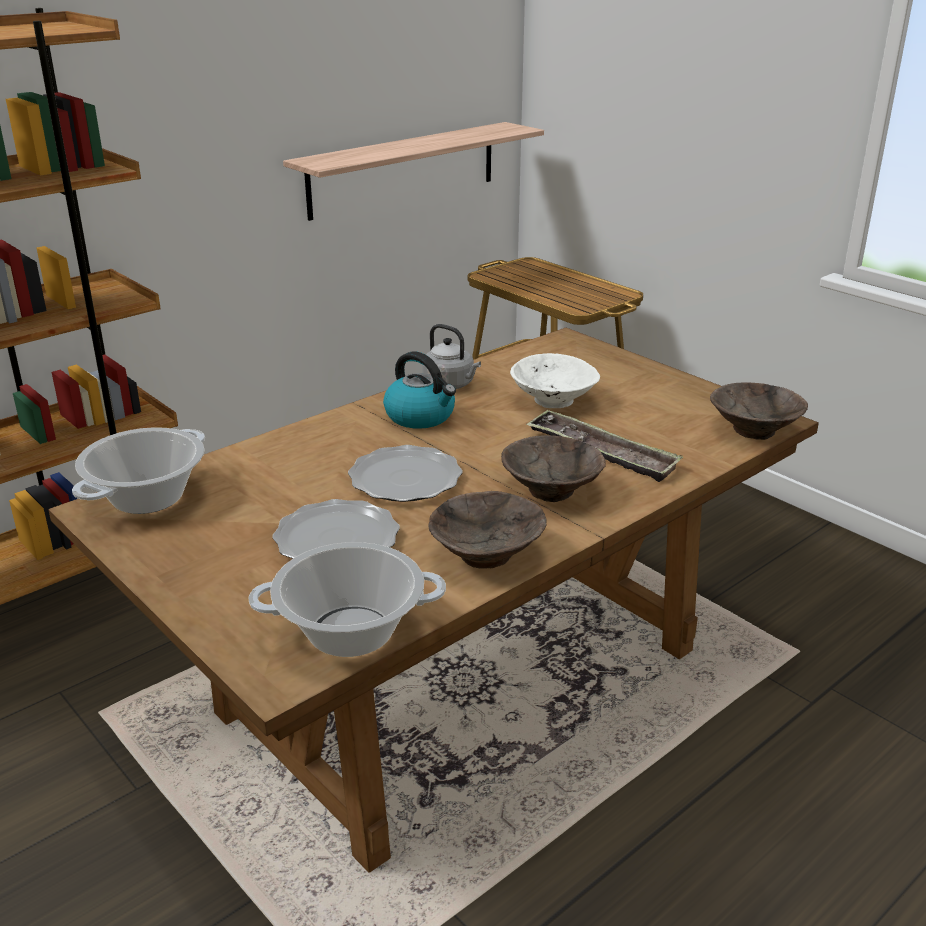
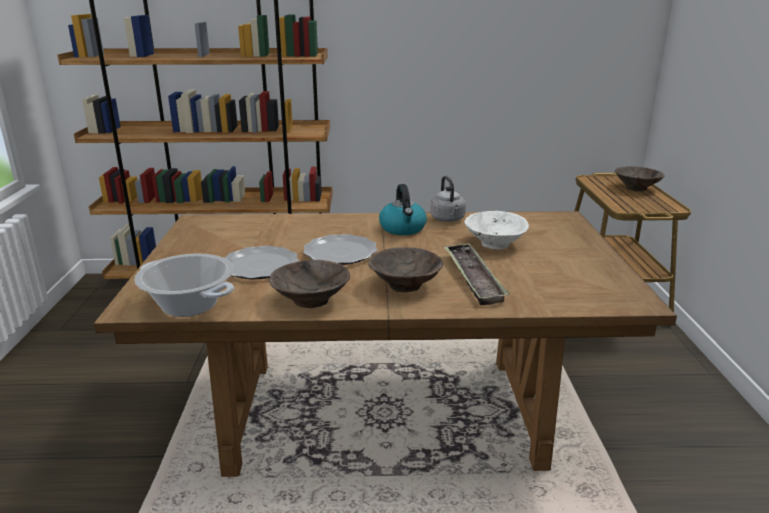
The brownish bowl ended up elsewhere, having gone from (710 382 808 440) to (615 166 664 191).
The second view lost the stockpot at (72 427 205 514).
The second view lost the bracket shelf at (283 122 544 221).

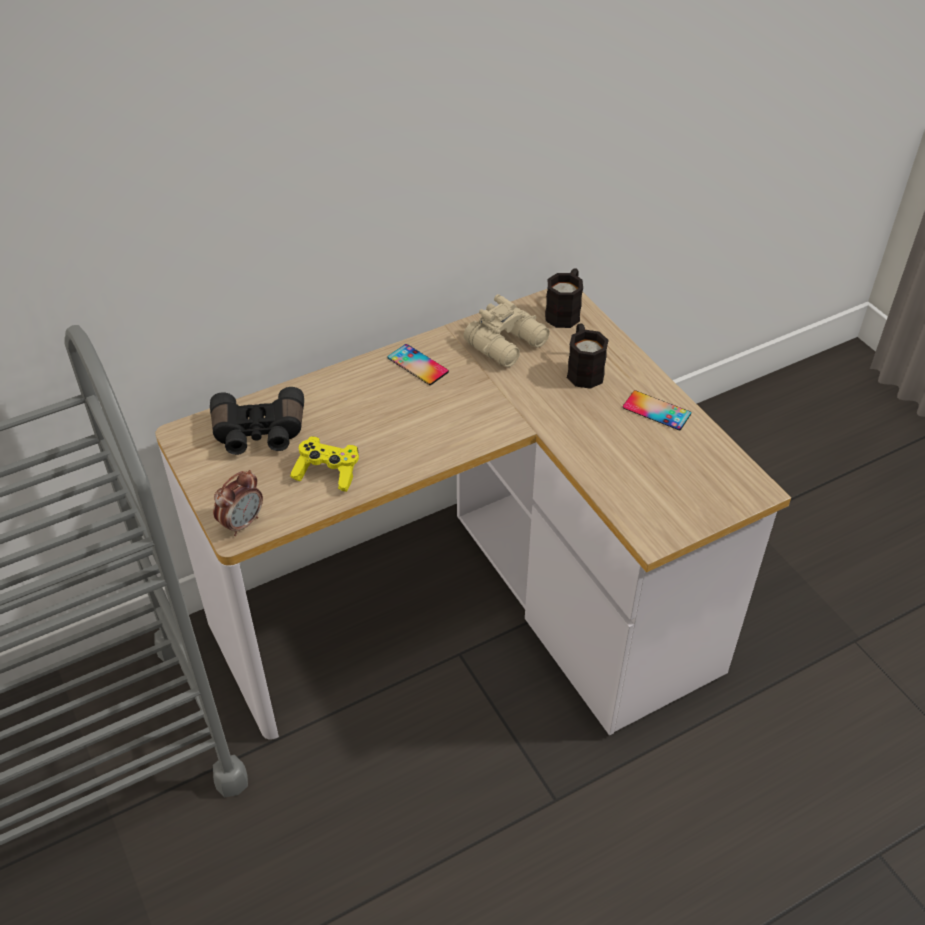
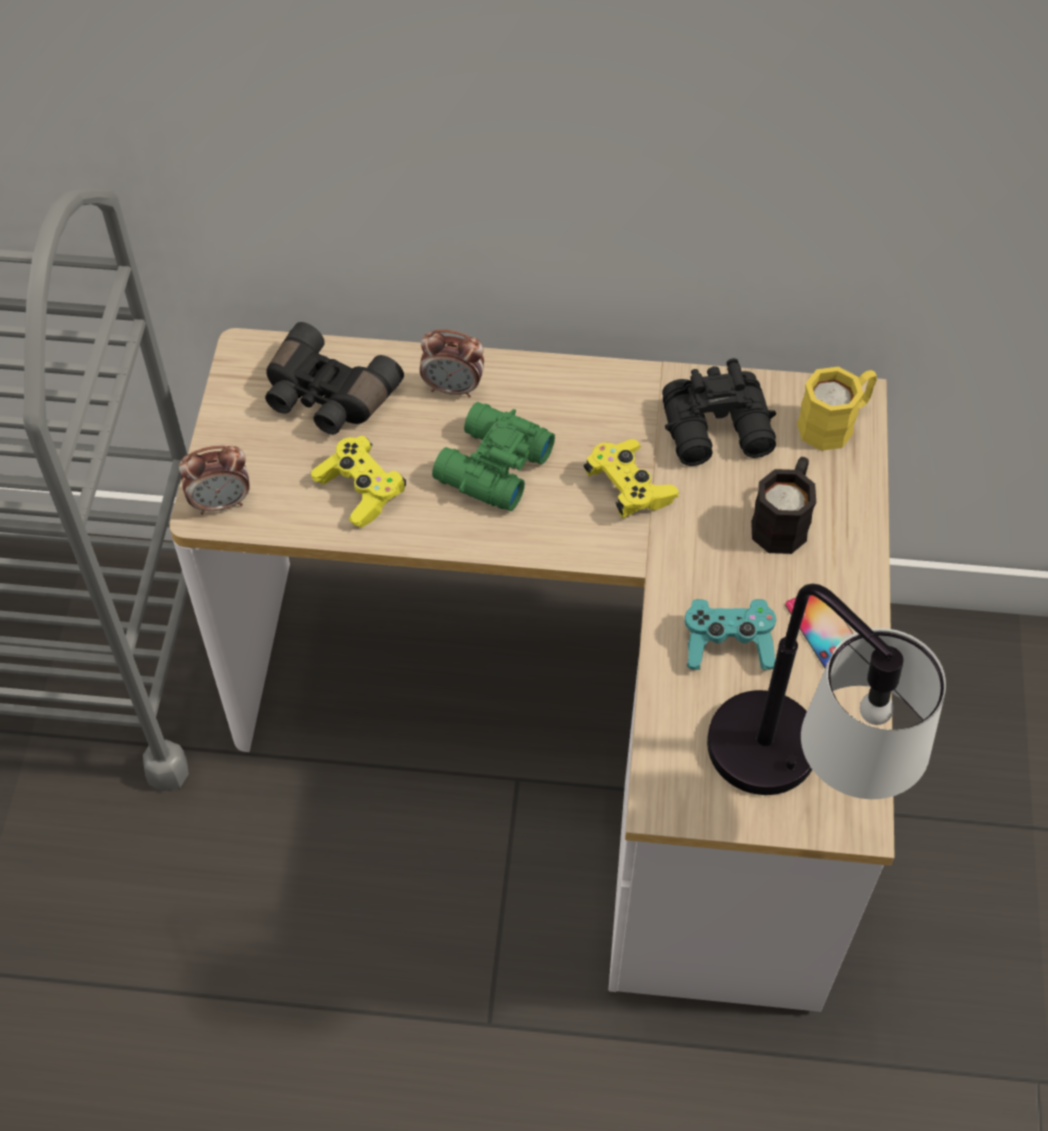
The second view gained the table clock at (420 330 484 398).
The second view gained the green binoculars at (432 402 555 511).
The second view gained the yellowish game controller at (584 439 679 519).
What was the beige-coloured binoculars at (464 294 550 367) turned into the blackish binoculars at (662 358 776 466).
The second view gained the turquoise-coloured game controller at (685 599 776 670).
The second view gained the table lamp at (707 584 946 799).
What was the blackish coffee mug at (545 268 583 328) turned into the yellowish coffee mug at (797 367 877 451).
The second view lost the telephone at (388 344 449 385).

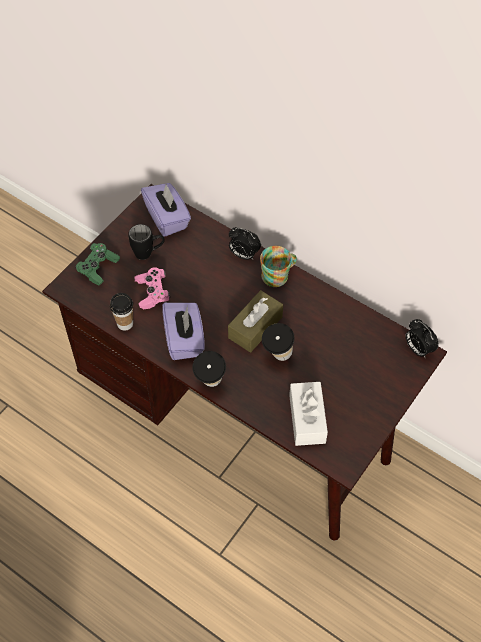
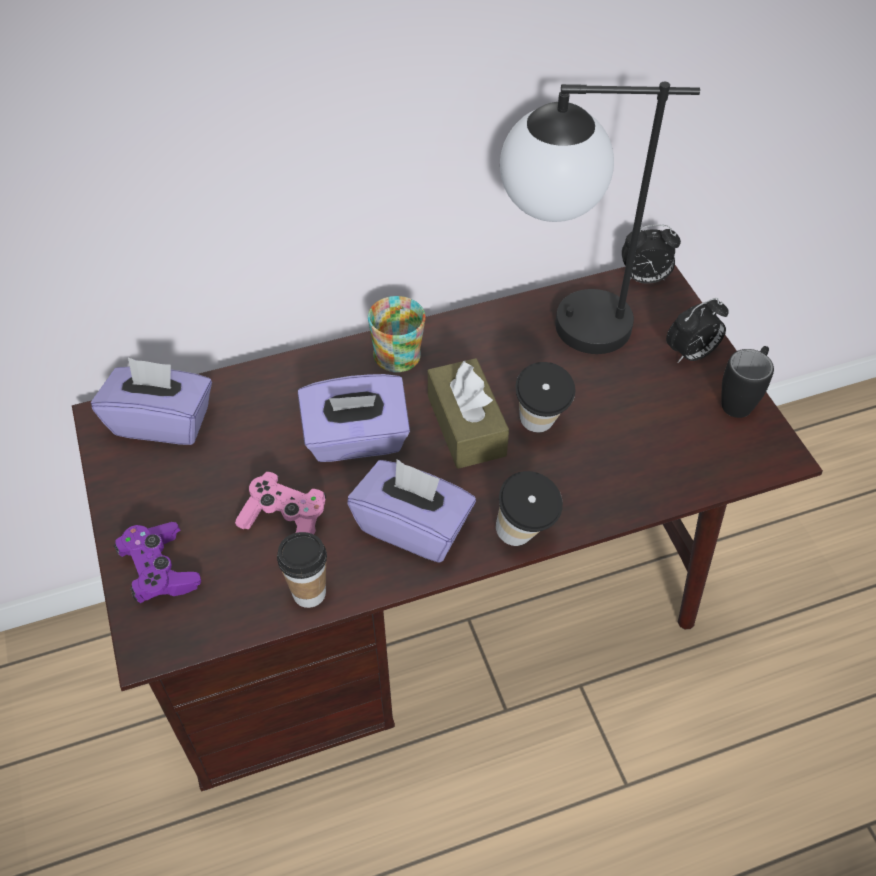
What was the green game controller at (75 243 120 285) turned into the purple-coloured game controller at (114 522 201 603).
The second view gained the purple-coloured box of tissues at (298 374 410 462).
The second view gained the table lamp at (500 82 700 354).
The table clock ended up elsewhere, having gone from (229 227 261 260) to (666 298 729 363).
The blackish coffee mug ended up elsewhere, having gone from (128 224 165 260) to (721 346 774 418).
The second view lost the whitish box of tissues at (289 382 328 446).

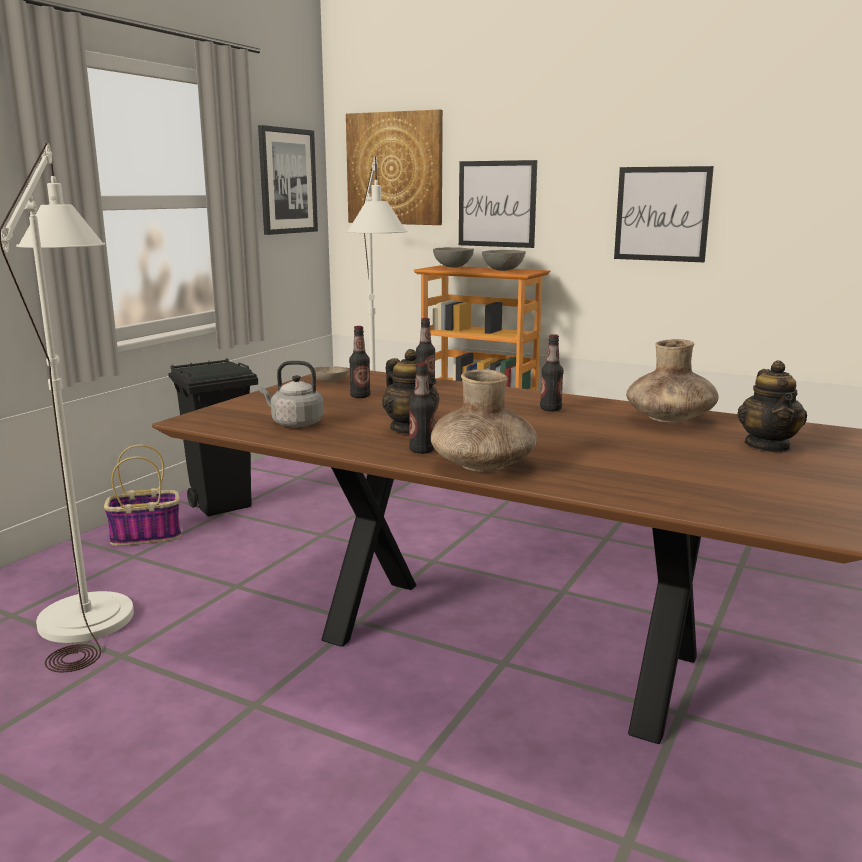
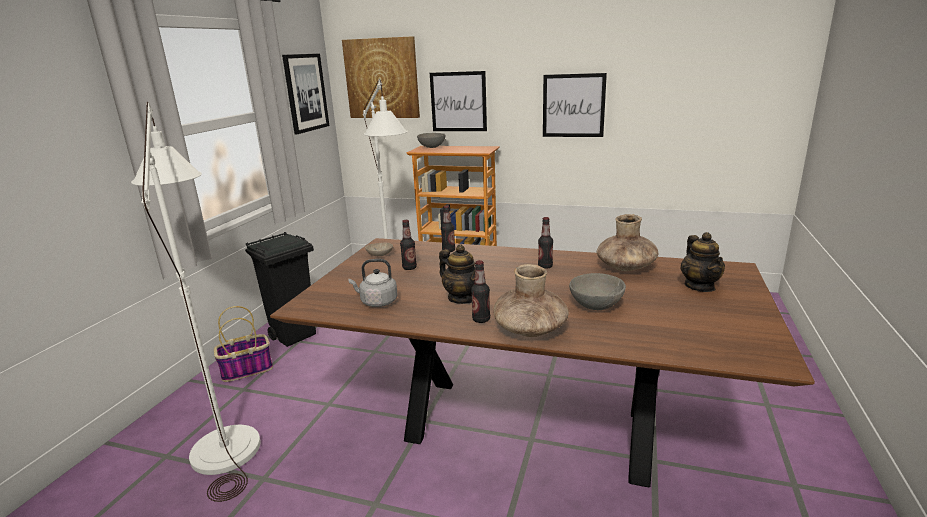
The grey bowl ended up elsewhere, having gone from (482 250 526 271) to (569 273 626 310).

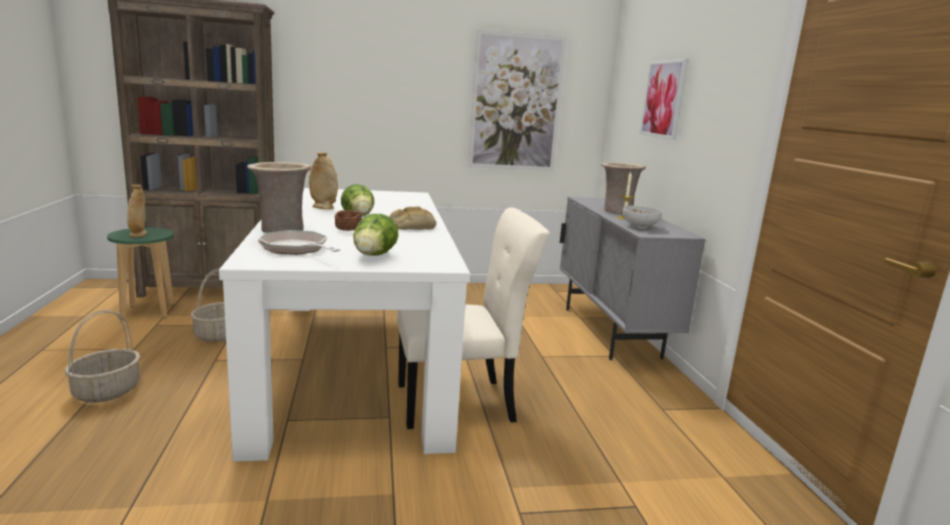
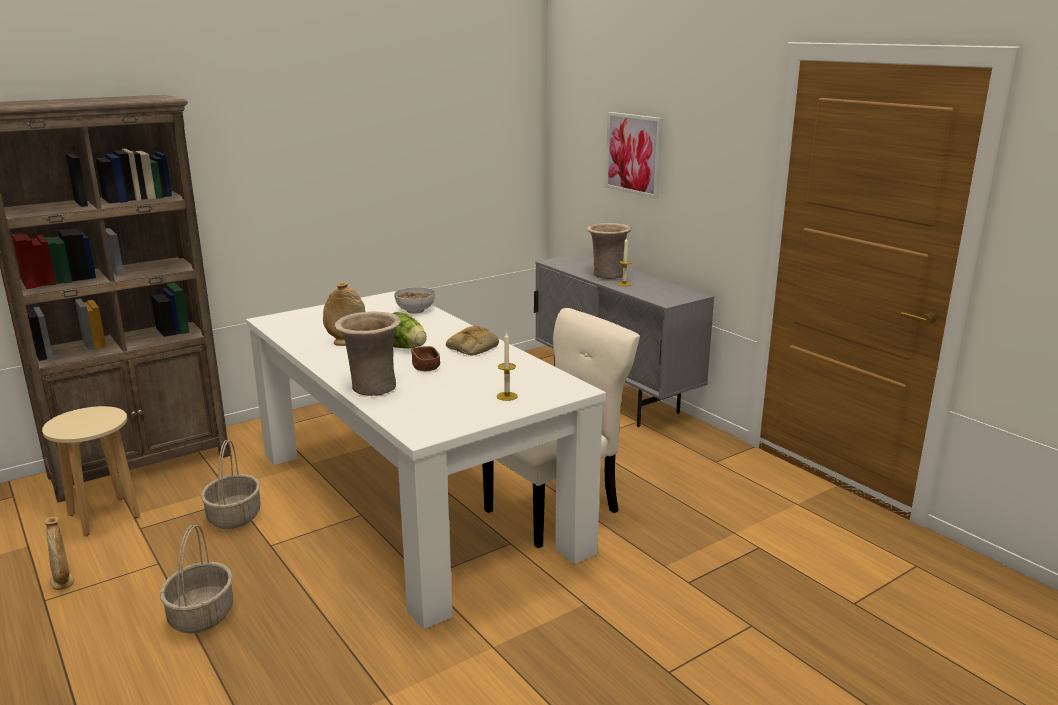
What was the green sitting stool at (107 228 174 320) turned into the beige-coloured sitting stool at (42 406 140 536).
The beige-coloured vase ended up elsewhere, having gone from (127 184 148 237) to (44 517 74 590).
The bowl ended up elsewhere, having gone from (623 206 662 229) to (394 287 435 314).
Where the head of lettuce stood at (353 214 398 256), the wax candle came to stand at (497 332 518 401).
The second view lost the frying pan at (258 230 340 255).
The second view lost the picture at (468 29 567 171).

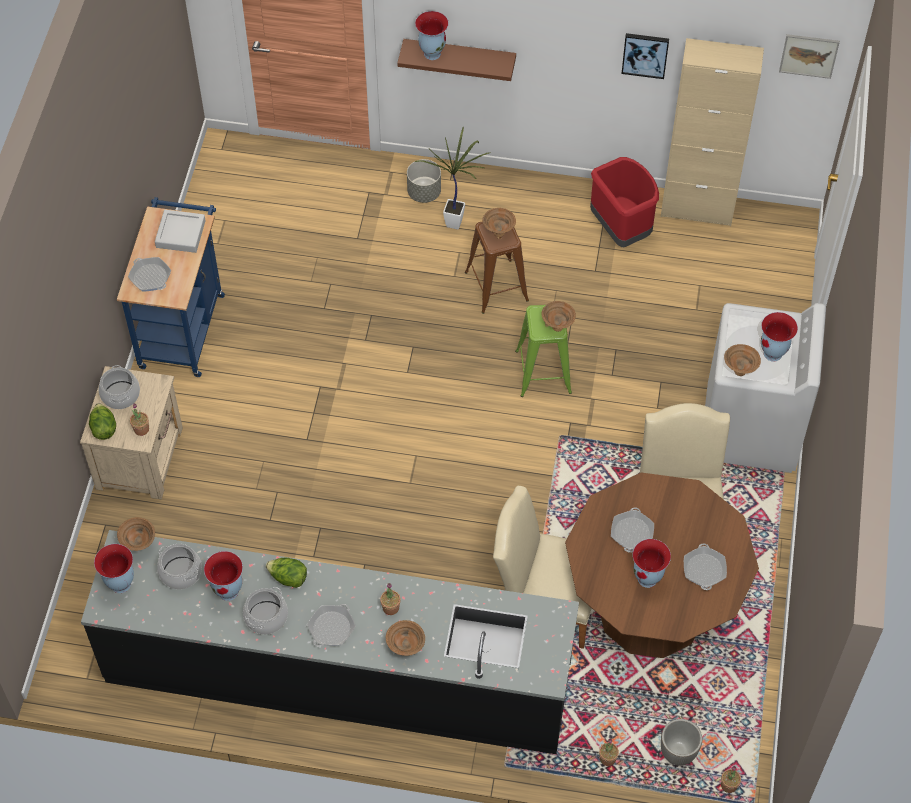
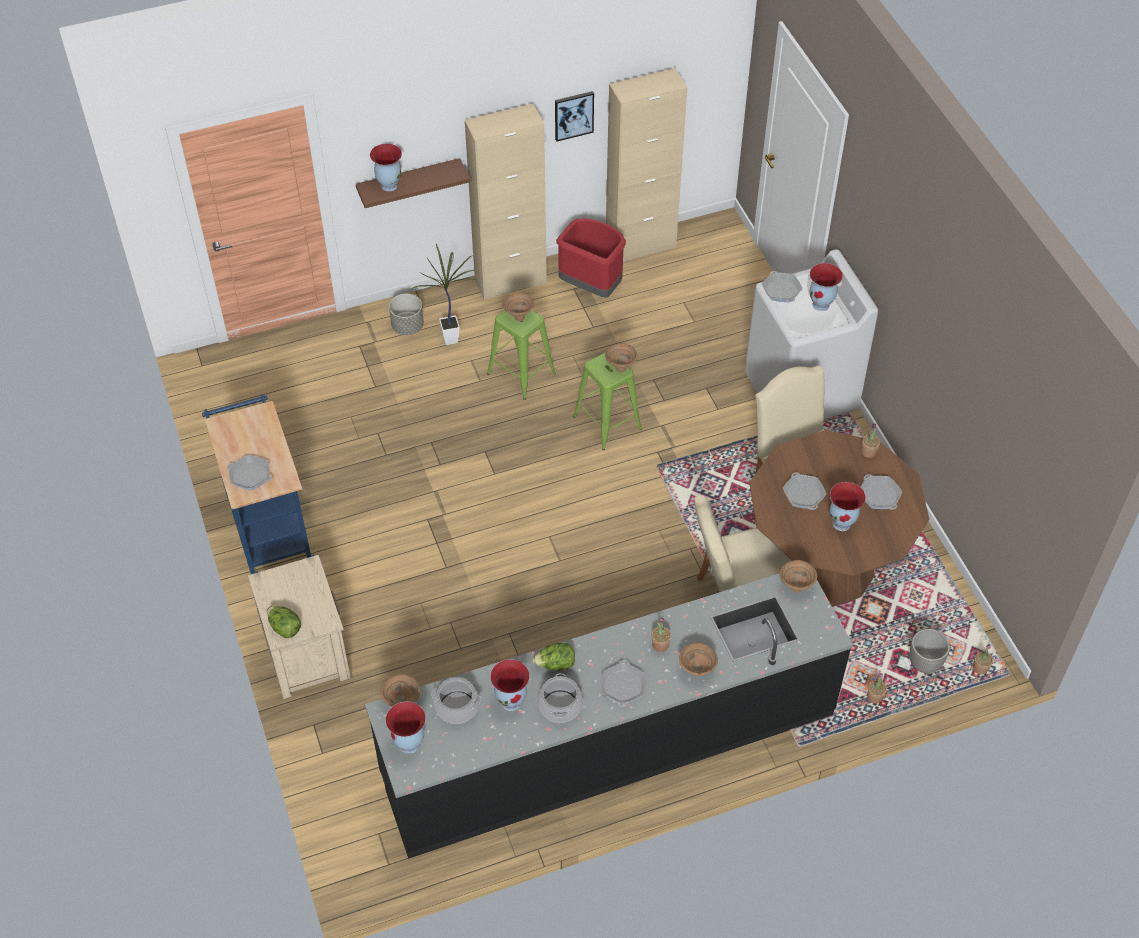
The second view gained the beige-coloured storage cabinet at (465 103 547 301).
What was the brownish sitting stool at (465 221 529 314) turned into the green sitting stool at (487 310 556 400).
The second view gained the frying pan at (762 271 803 302).
The brownish bowl ended up elsewhere, having gone from (724 344 761 376) to (779 560 817 593).
The houseplant ended up elsewhere, having gone from (130 403 149 436) to (861 423 880 458).
The second view lost the stockpot at (99 365 140 409).
The second view lost the grey serving tray at (155 210 206 253).
The second view lost the picture at (779 34 840 79).

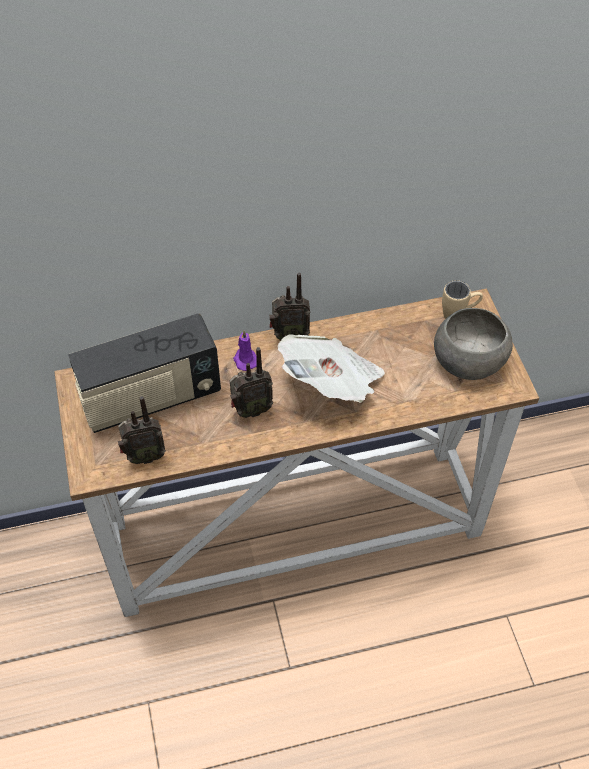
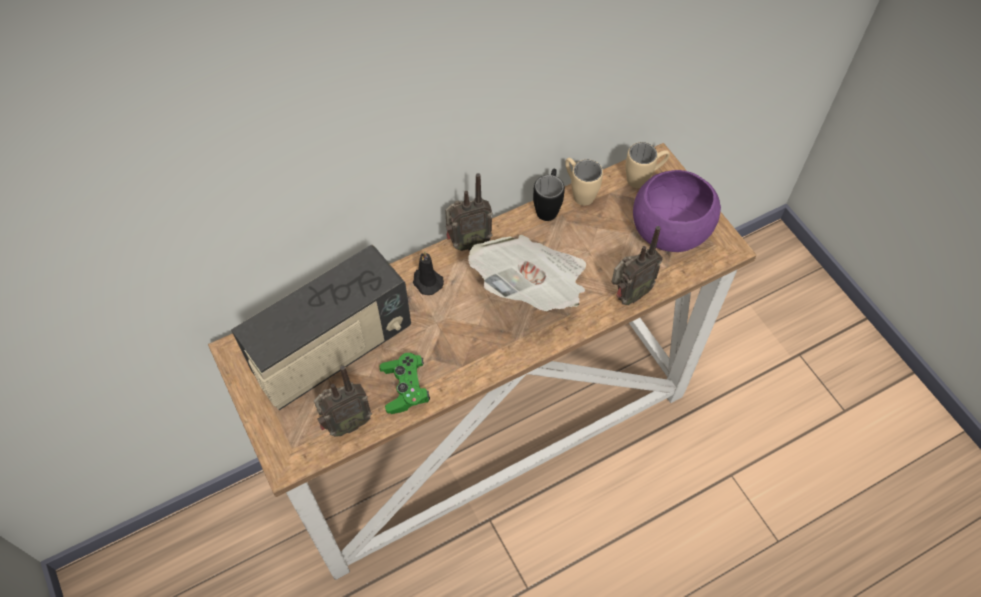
The second view gained the green game controller at (380 353 430 414).
What was the purple-coloured wax candle at (233 331 257 371) turned into the blackish wax candle at (413 251 444 295).
The second view gained the blackish coffee mug at (533 169 565 221).
The second view gained the beige-coloured coffee mug at (565 158 603 206).
The radio set ended up elsewhere, having gone from (230 347 273 418) to (612 226 663 305).
What was the grey bowl at (434 308 513 380) turned into the purple-coloured bowl at (633 170 721 252).

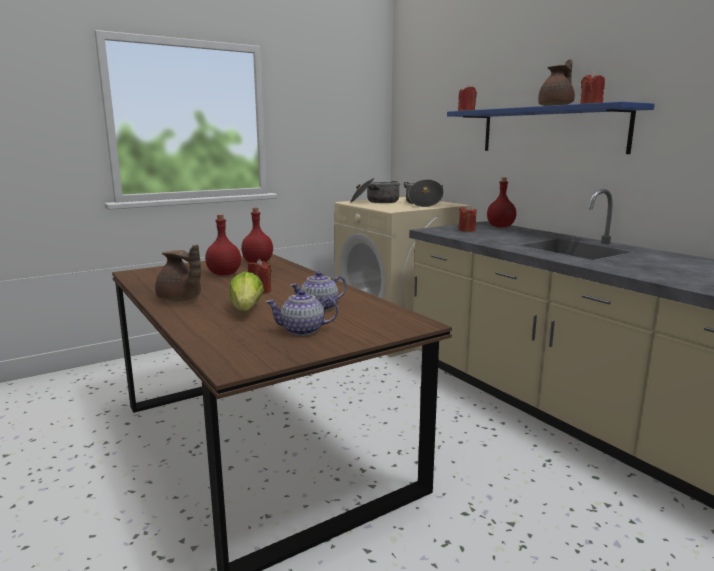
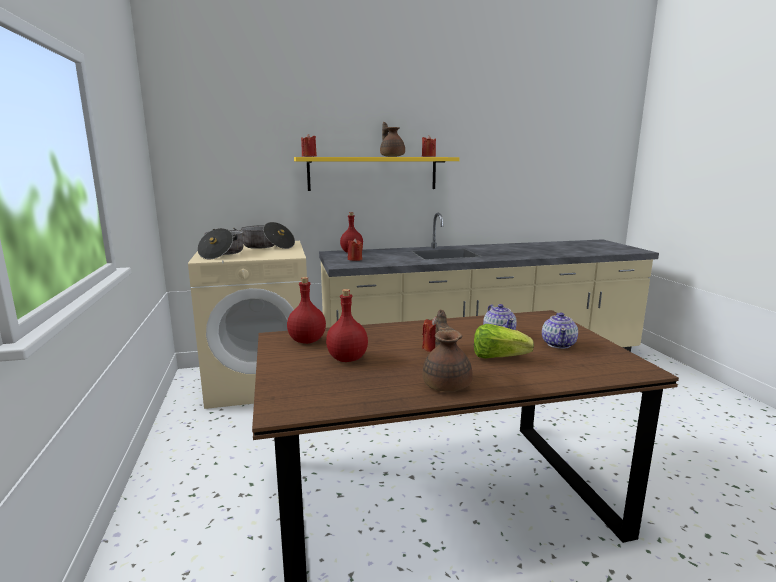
What was the blue-coloured bracket shelf at (447 101 655 154) turned into the yellowish bracket shelf at (294 157 460 191).
The brownish teapot at (155 245 201 301) ended up facing another way, 60 degrees counterclockwise from before.

